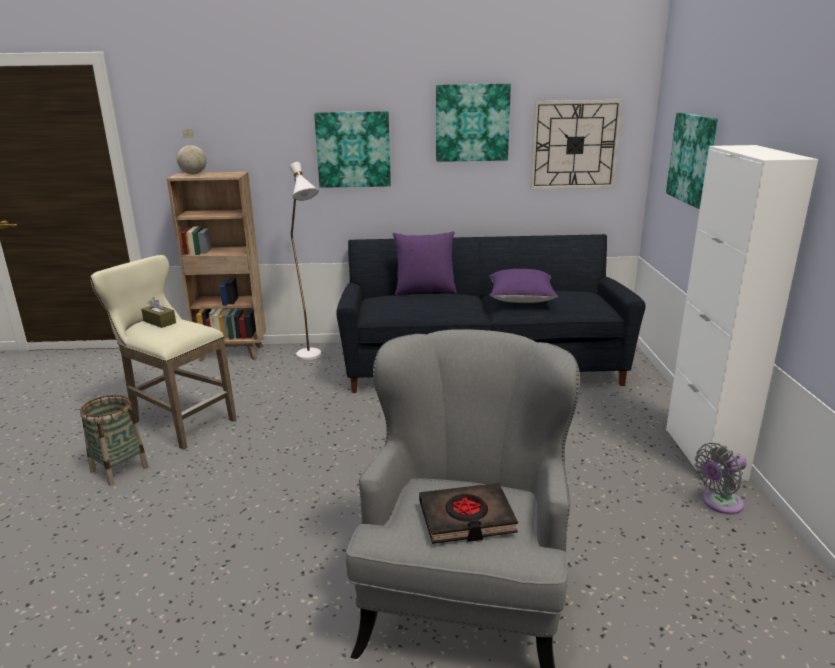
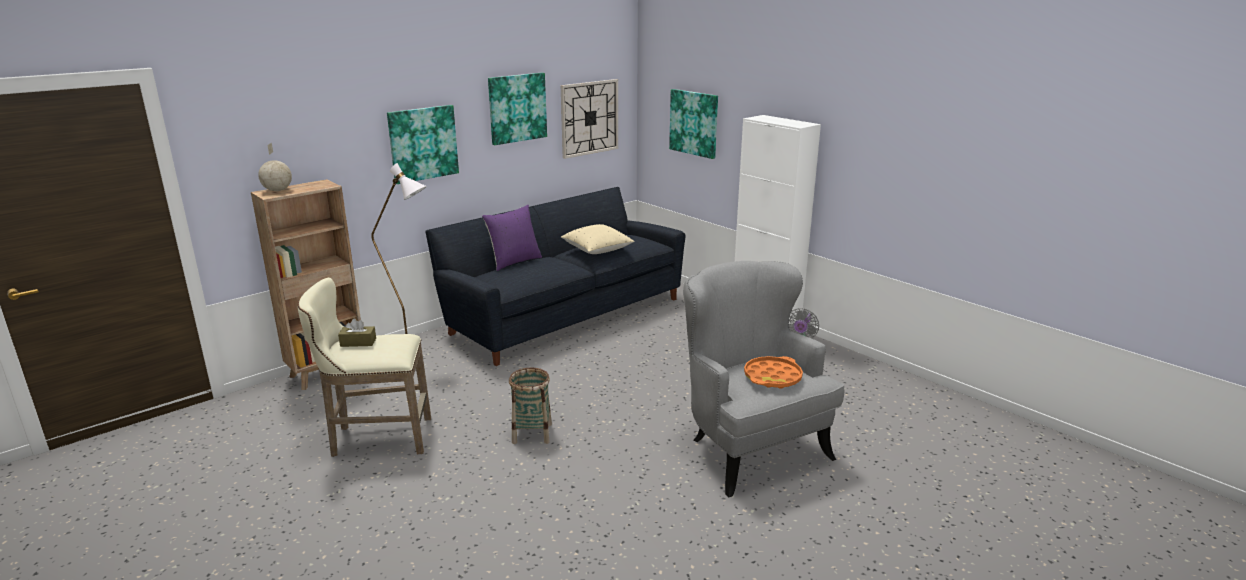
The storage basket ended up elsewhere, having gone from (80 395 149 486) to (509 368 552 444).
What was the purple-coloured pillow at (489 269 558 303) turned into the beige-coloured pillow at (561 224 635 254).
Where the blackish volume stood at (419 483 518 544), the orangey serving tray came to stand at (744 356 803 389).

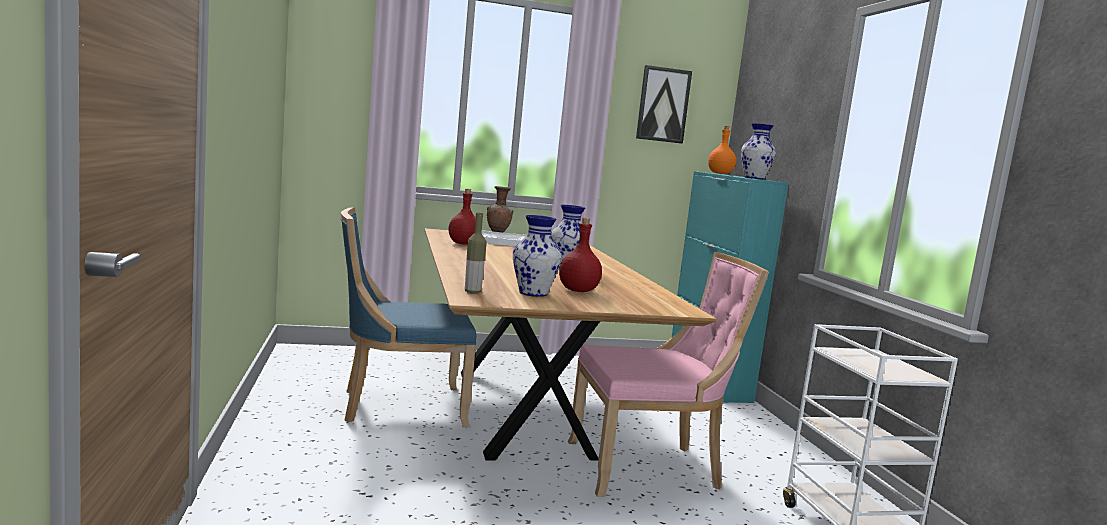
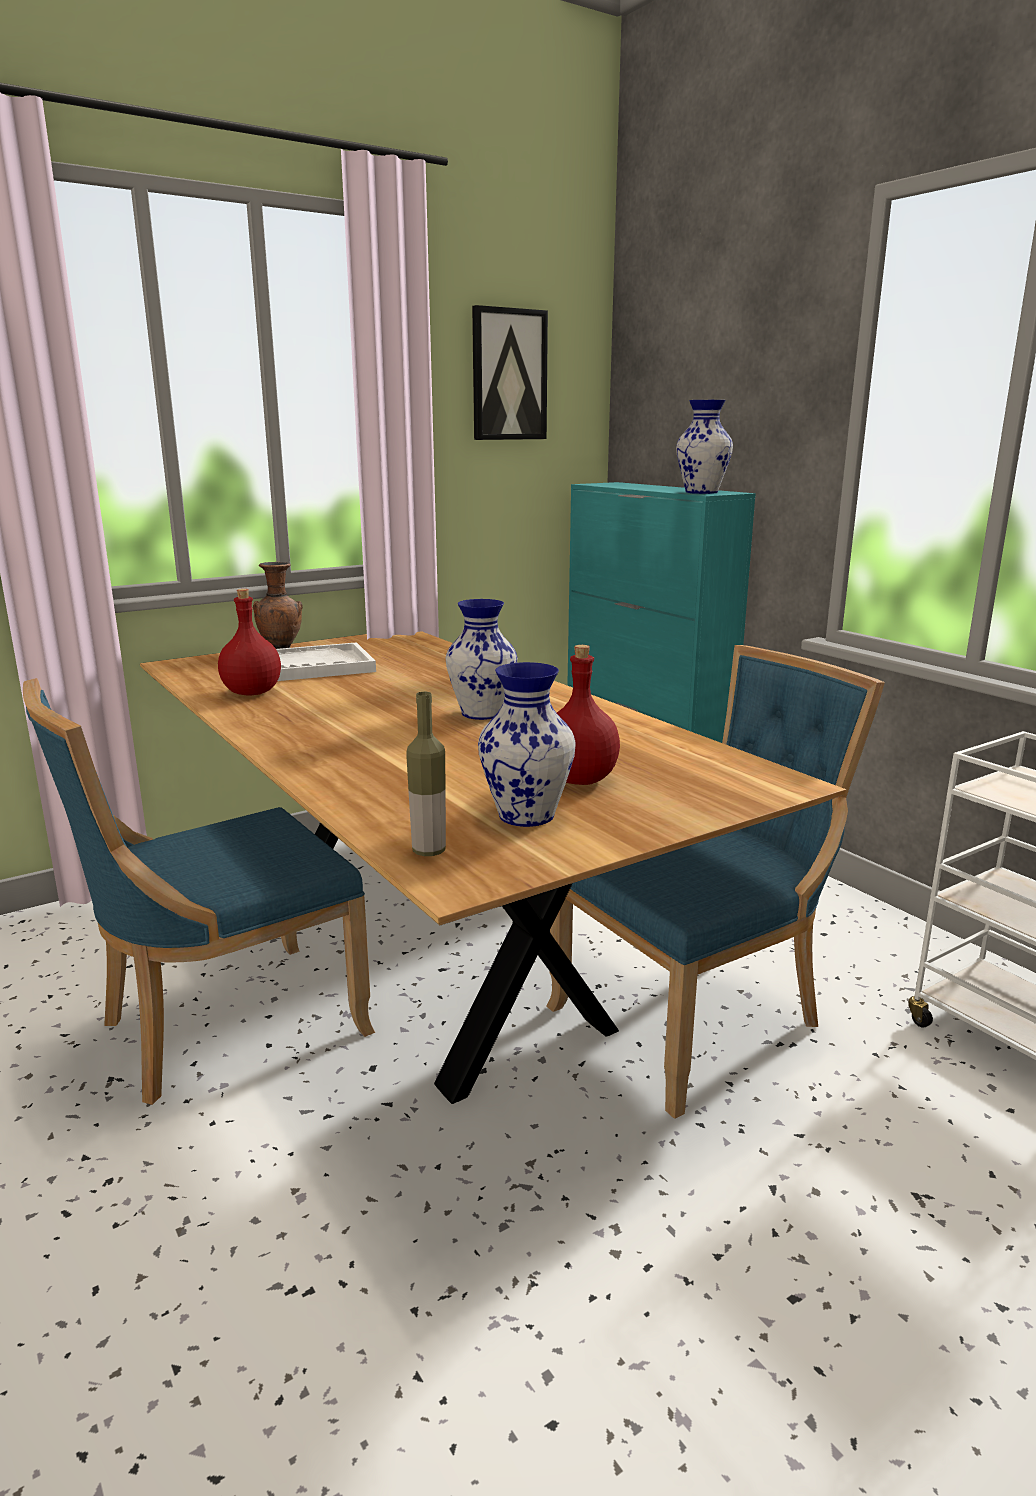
What was the pinkish chair at (568 252 769 497) turned into the blue-coloured chair at (546 645 885 1119).
The second view lost the orangey bottle at (708 126 736 174).

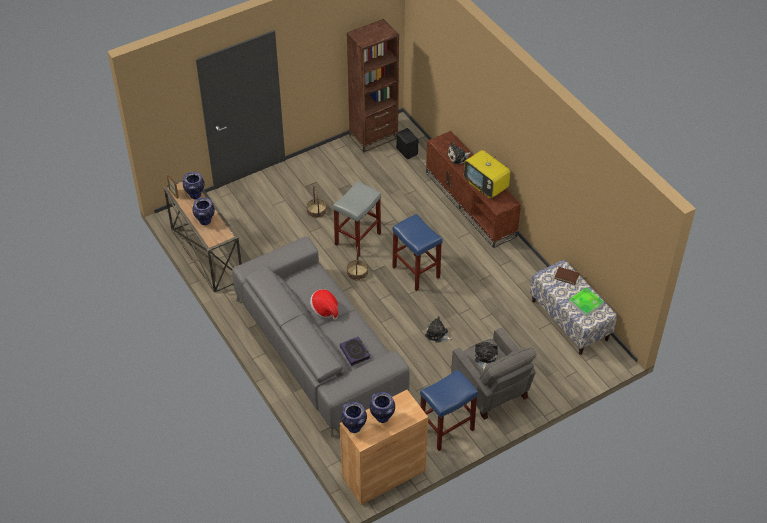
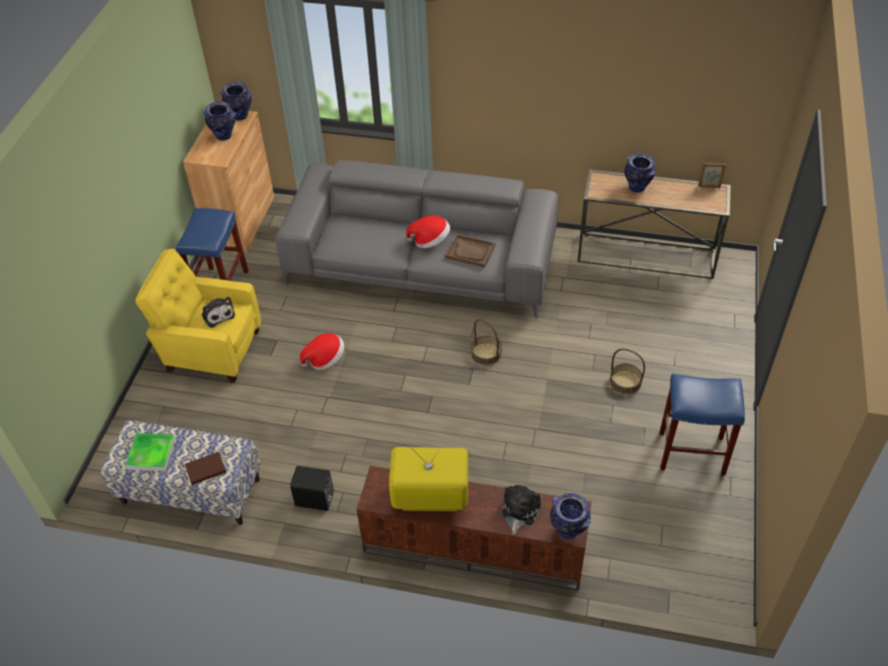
What was the grey armchair at (451 328 537 420) turned into the yellowish armchair at (136 249 261 383).
The blackish speaker ended up elsewhere, having gone from (396 128 418 159) to (290 466 334 511).
Where the plush toy stood at (425 316 452 343), the clothing hat came to stand at (300 333 344 370).
The second view gained the brownish serving tray at (445 234 495 268).
The vase ended up elsewhere, having gone from (183 172 205 199) to (550 493 591 539).
The blue-coloured sitting stool ended up elsewhere, having gone from (392 214 442 291) to (660 374 745 475).
The second view lost the grey sitting stool at (333 182 381 257).
The second view lost the volume at (340 336 370 366).
The second view lost the brownish shelving unit at (347 19 399 152).

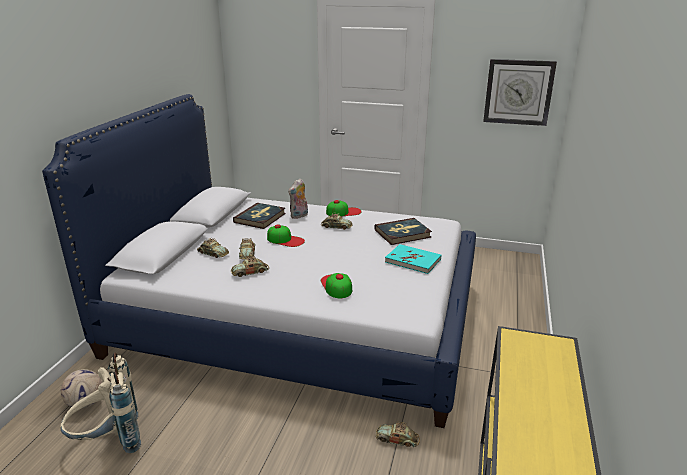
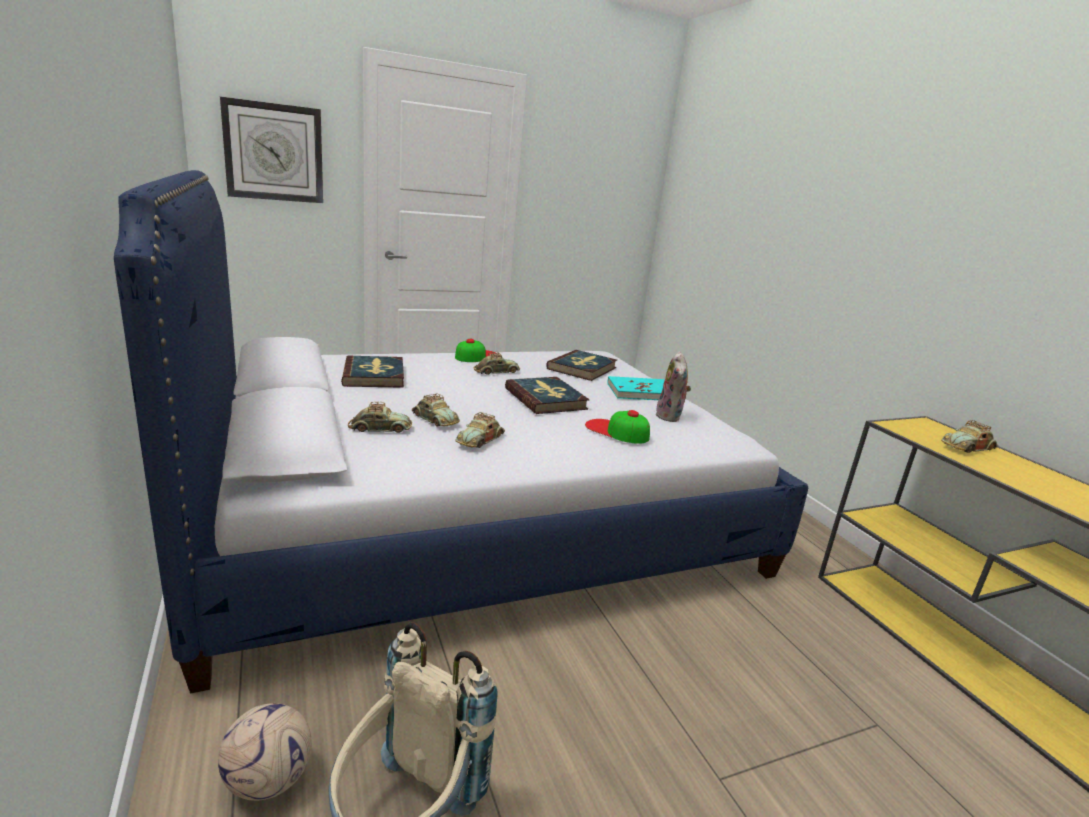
The clock on the wall ended up elsewhere, having gone from (483 59 557 126) to (220 96 323 203).
The second view gained the volume at (505 377 590 414).
The plush toy ended up elsewhere, having gone from (288 178 308 219) to (656 351 691 422).
The miniature car ended up elsewhere, having gone from (376 422 420 448) to (941 420 998 453).
The second view lost the cap at (267 224 305 247).

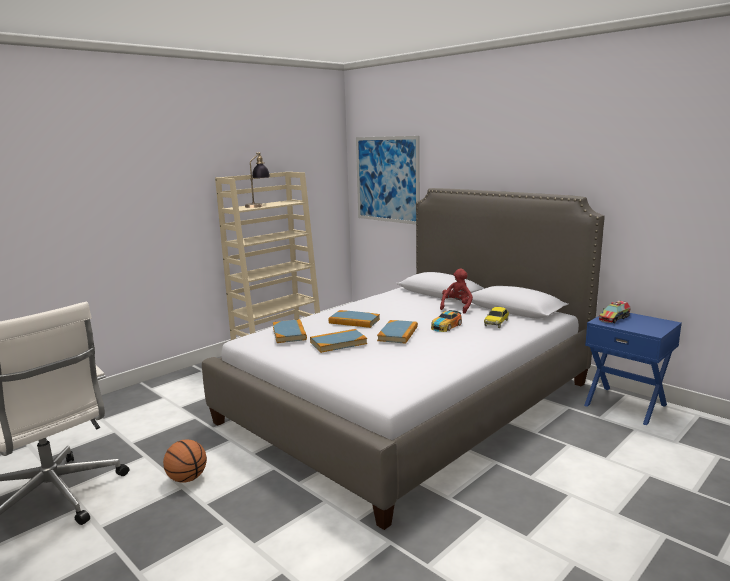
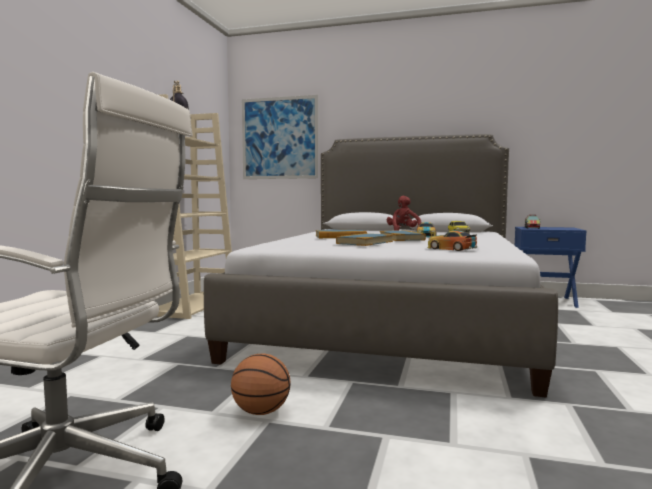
The second view gained the miniature car at (428 230 477 251).
The second view lost the volume at (273 319 307 343).

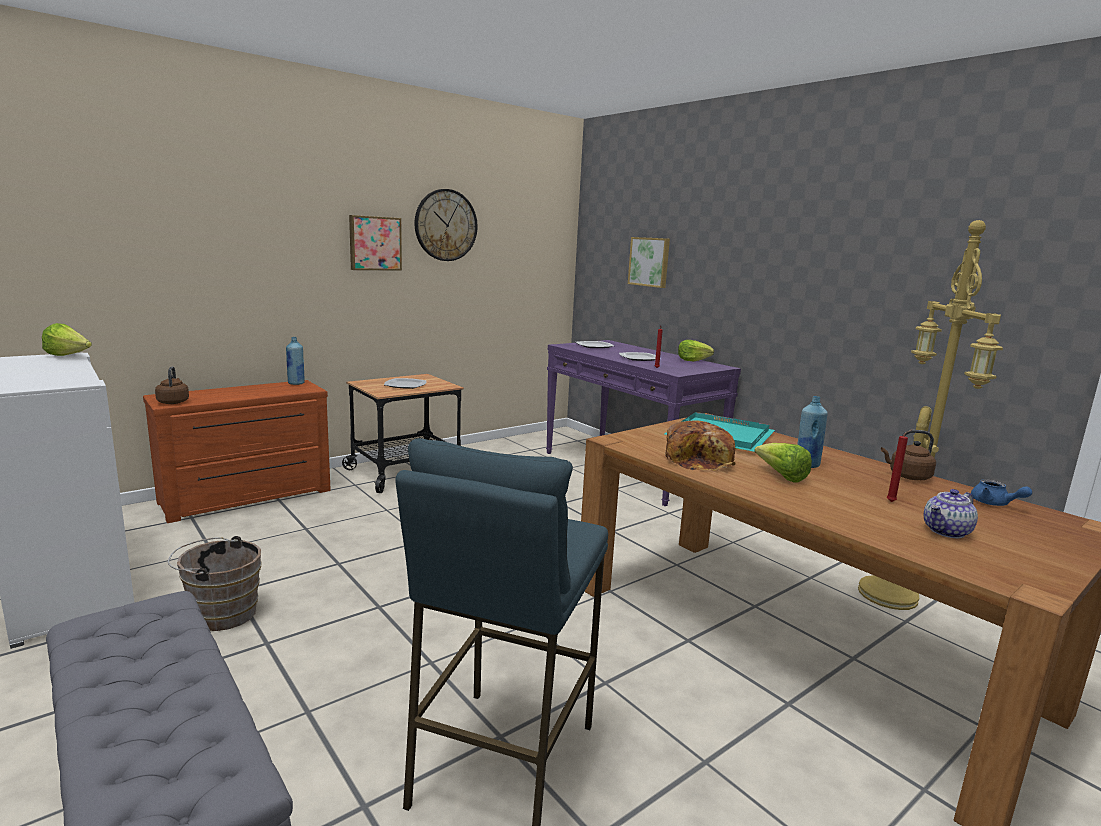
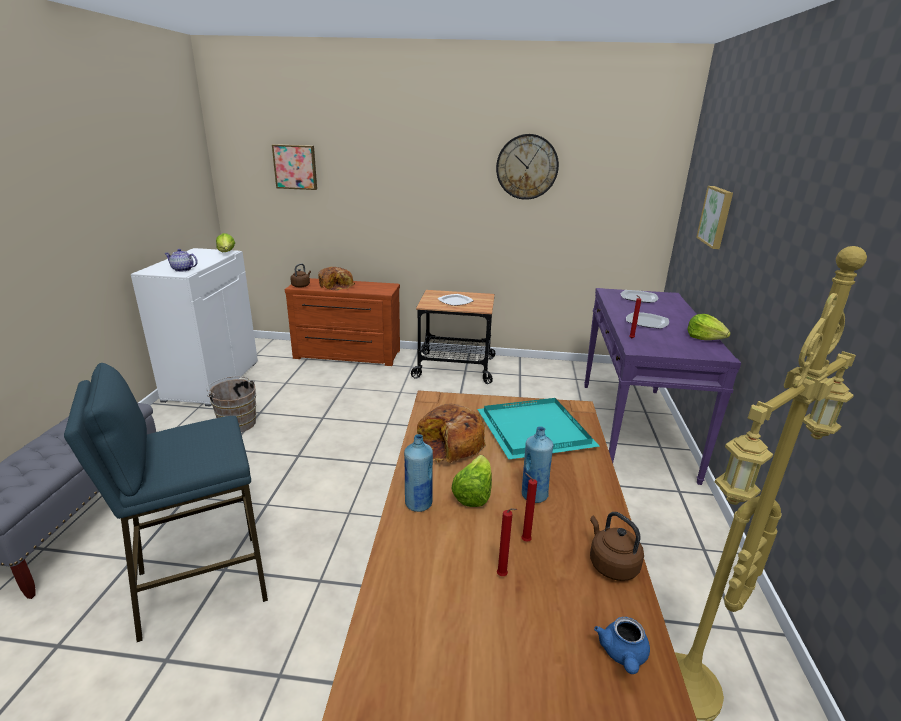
The teapot ended up elsewhere, having gone from (924 489 978 538) to (164 249 198 272).
The picture ended up elsewhere, having gone from (349 215 402 271) to (272 144 317 190).
The second view gained the bakery bread at (318 267 355 291).
The blue-coloured bottle ended up elsewhere, having gone from (286 337 305 385) to (404 434 433 512).
The second view gained the red-coloured wax candle at (521 472 537 542).

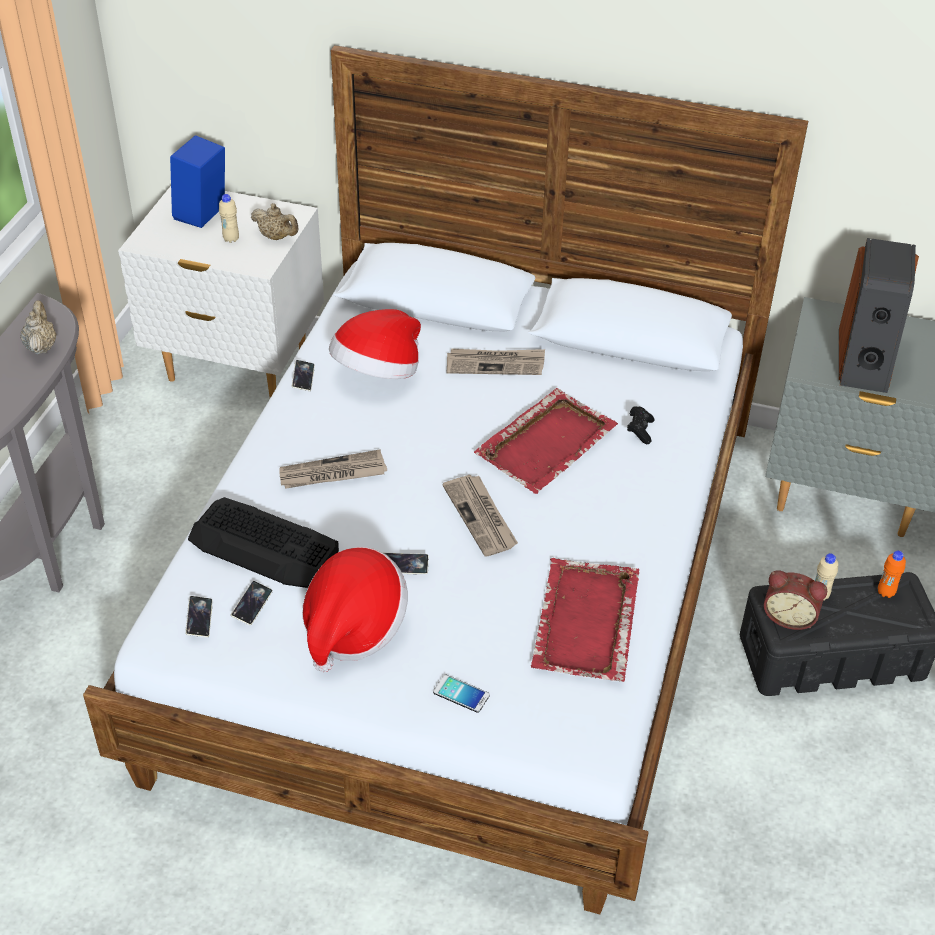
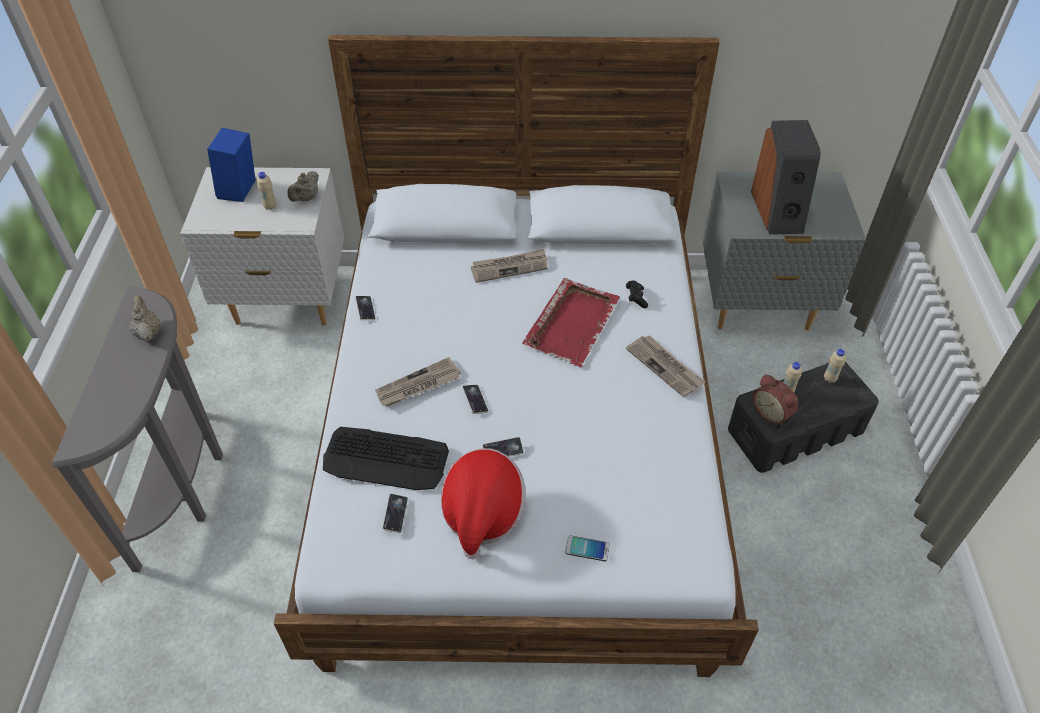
The beige-coloured teapot at (251 203 299 240) ended up facing another way, 105 degrees clockwise from before.
The telephone ended up elsewhere, having gone from (185 596 213 638) to (462 385 489 414).
The daily paper ended up elsewhere, having gone from (442 475 518 556) to (626 335 705 397).
The table clock at (764 570 827 630) ended up facing another way, 45 degrees clockwise from before.
What was the orangey bottle at (878 551 906 598) turned into the beige-coloured bottle at (824 349 846 383).
The second view lost the clothing hat at (329 309 421 379).
The second view lost the red-coloured serving tray at (531 558 639 682).

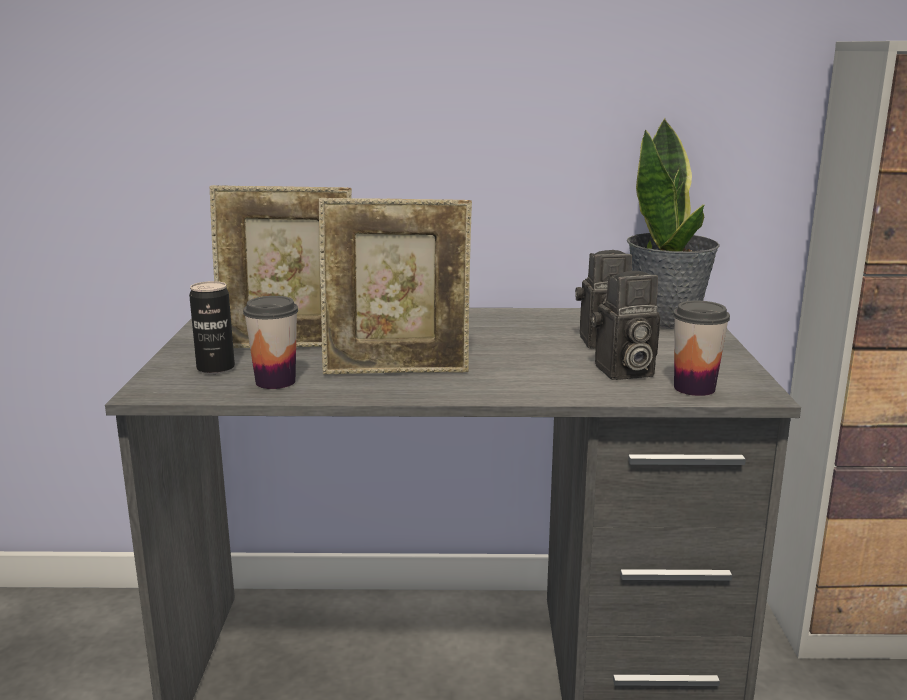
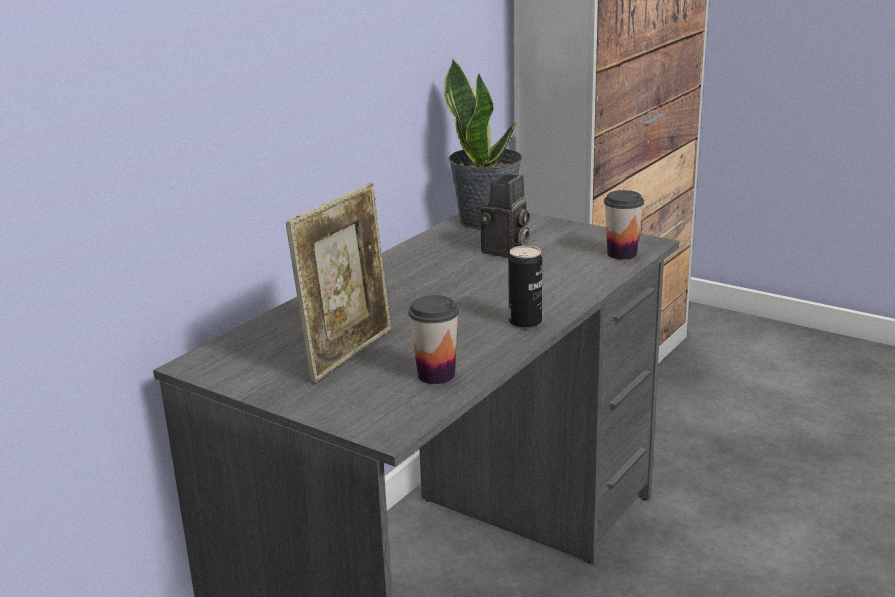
The can ended up elsewhere, having gone from (189 281 235 374) to (508 246 542 328).
The second view lost the photo frame at (319 198 472 374).
The second view lost the photo camera at (591 271 660 380).

